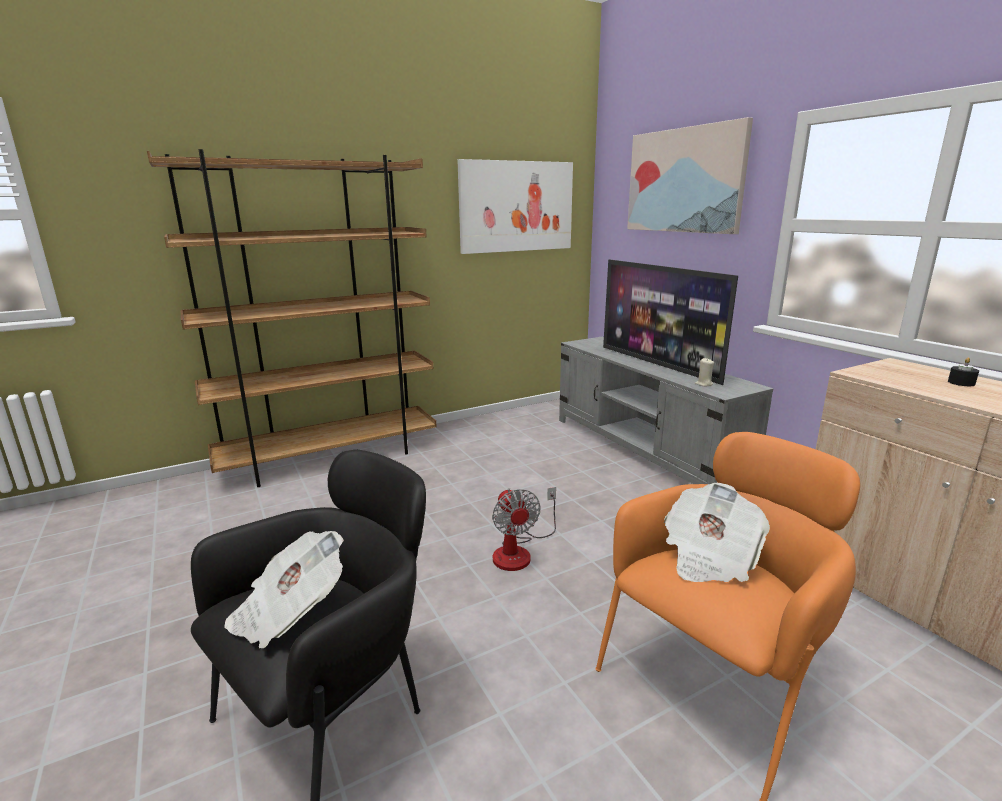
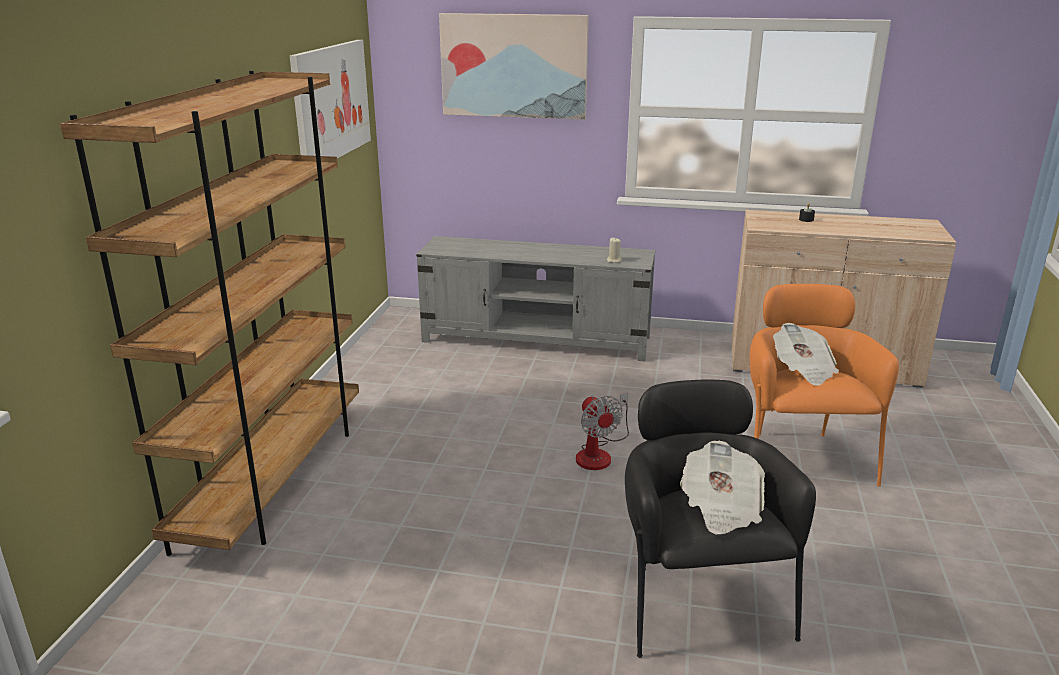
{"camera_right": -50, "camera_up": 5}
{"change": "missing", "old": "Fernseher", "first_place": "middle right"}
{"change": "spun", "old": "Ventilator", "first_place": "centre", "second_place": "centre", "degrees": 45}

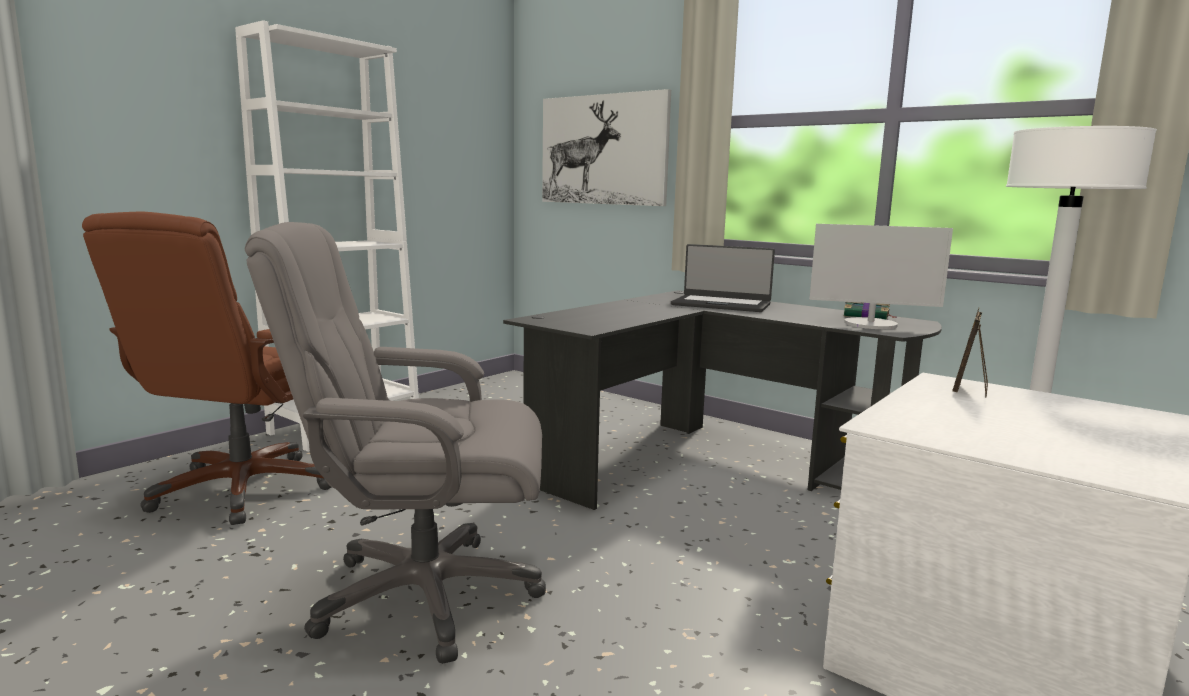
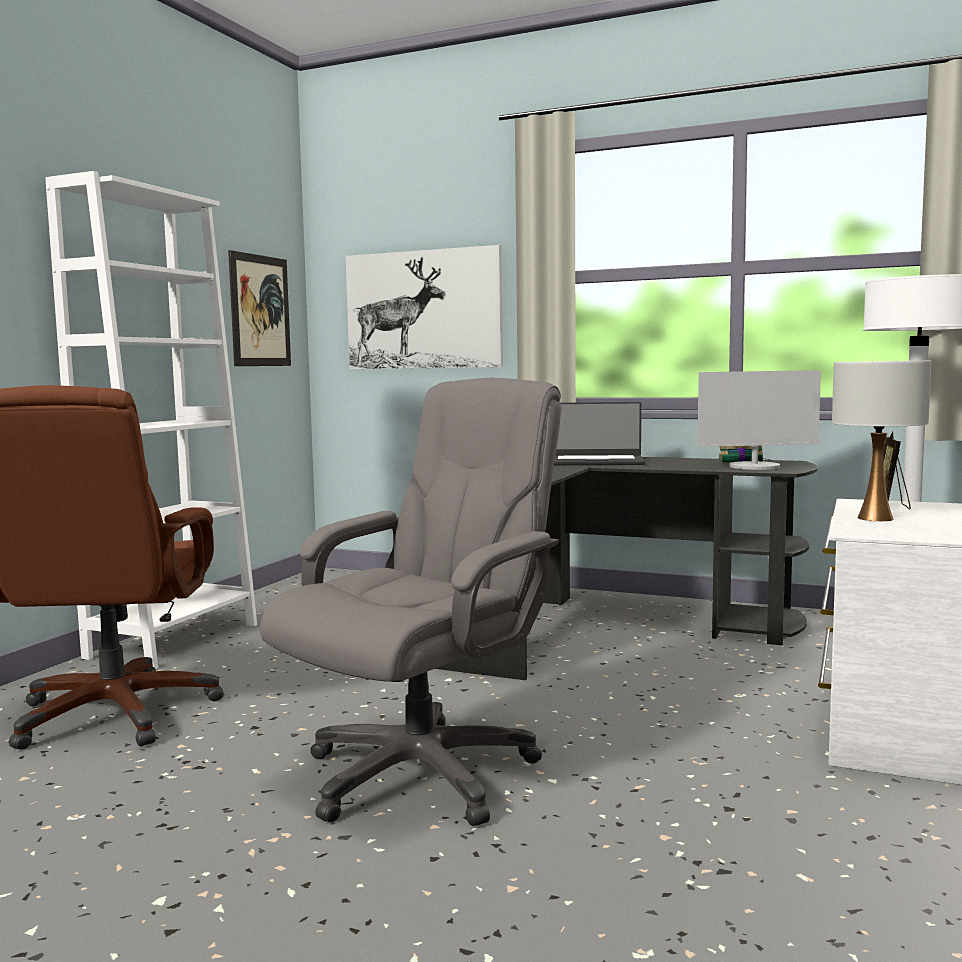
{"camera_right": -15, "camera_up": -5}
{"change": "appeared", "new": "Bild (no. 1 from left)", "second_place": "top left"}
{"change": "appeared", "new": "Tischlampe (weiß)", "second_place": "middle right"}
{"change": "spun", "old": "Bürostuhl (grau)", "first_place": "middle left", "second_place": "centre", "degrees": 150}

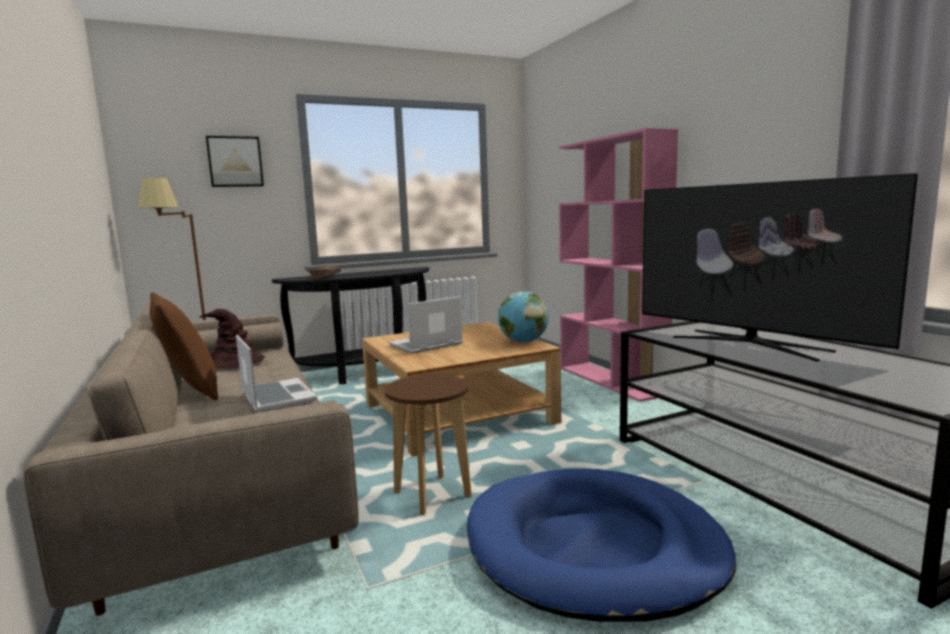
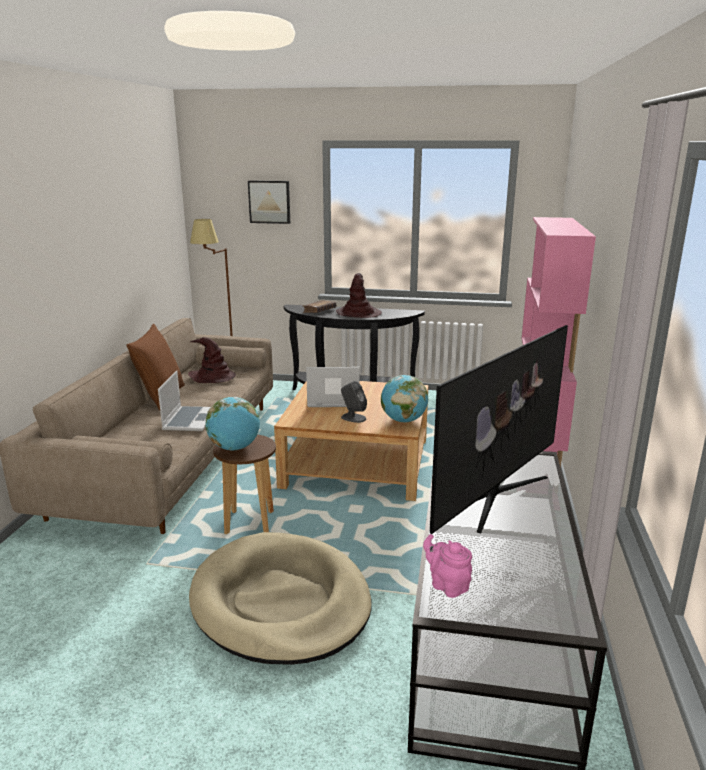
{"camera_right": 35, "camera_up": 10}
{"change": "appeared", "new": "Globus (no. 1 from left)", "second_place": "middle left"}
{"change": "appeared", "new": "Hut (braun) (no. 2 from left)", "second_place": "centre"}
{"change": "appeared", "new": "Lautsprecher (grau)", "second_place": "centre"}
{"change": "appeared", "new": "Teekanne (rosa)", "second_place": "bottom centre"}
{"change": "colour", "old": "Hundebett (blau)", "new": "Hundebett (beige)", "first_place": "bottom centre", "second_place": "bottom centre"}
{"change": "spun", "old": "Fernseher", "first_place": "middle right", "second_place": "middle right", "degrees": -135}

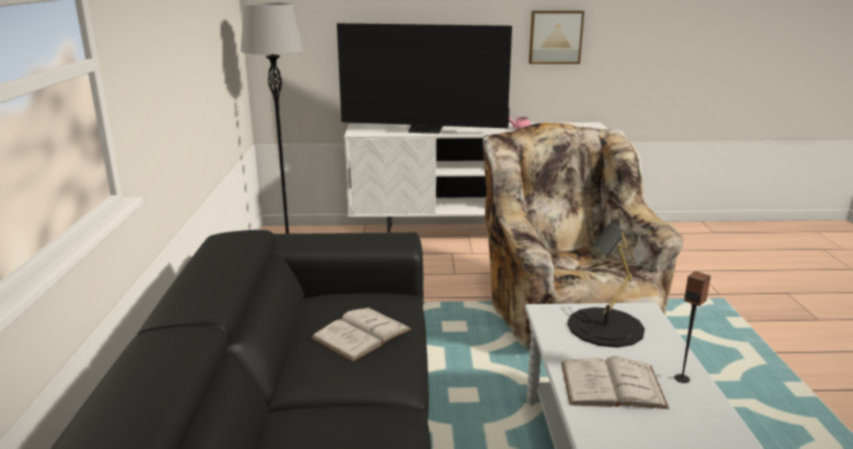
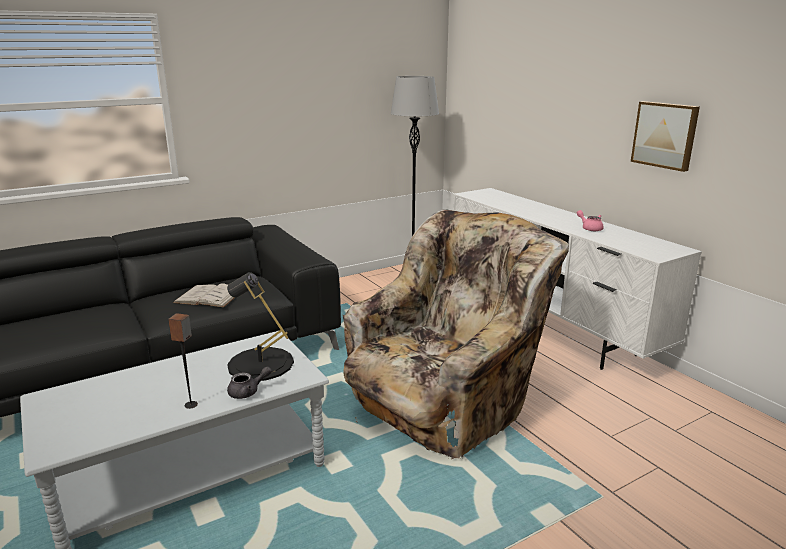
{"camera_right": 60, "camera_up": 0}
{"change": "missing", "old": "Fernseher", "first_place": "top centre"}
{"change": "missing", "old": "Buch (weiß) (no. 2 from left)", "first_place": "bottom right"}
{"change": "appeared", "new": "Teekanne (grau)", "second_place": "bottom left"}

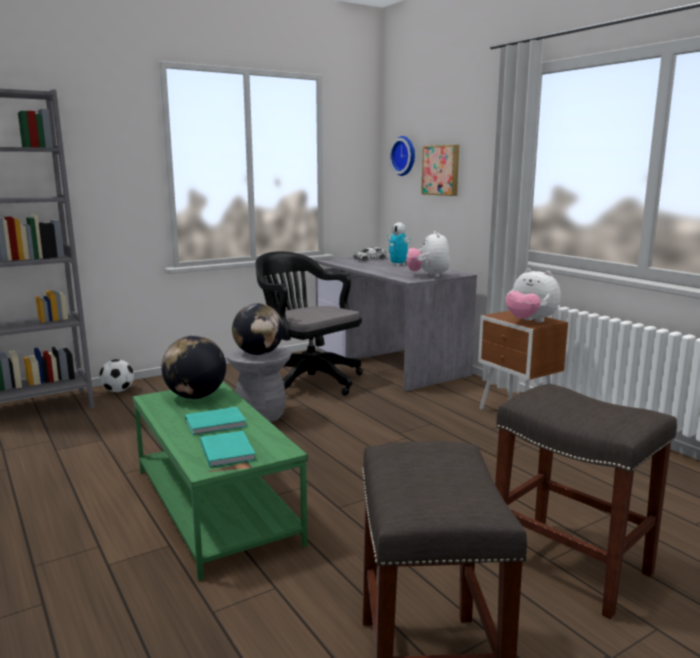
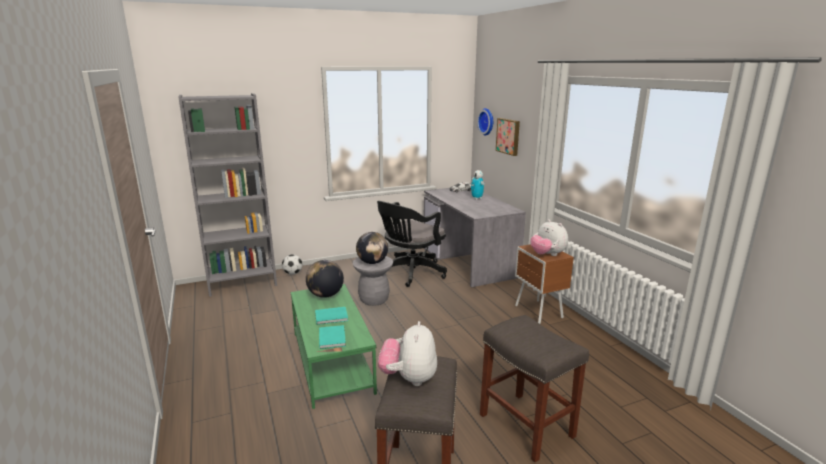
{"camera_right": 10, "camera_up": 5}
{"change": "relocated", "old": "Plüschtier (no. 1 from left)", "first_place": "centre", "second_place": "bottom centre"}
{"change": "spun", "old": "Bürostuhl (schwarz)", "first_place": "centre", "second_place": "centre", "degrees": -105}

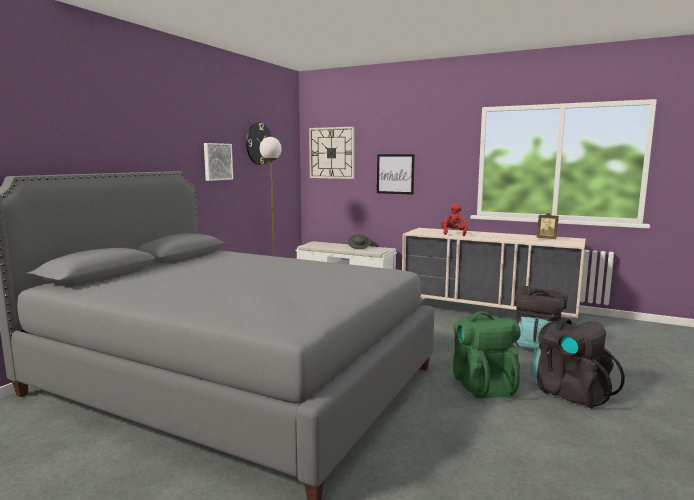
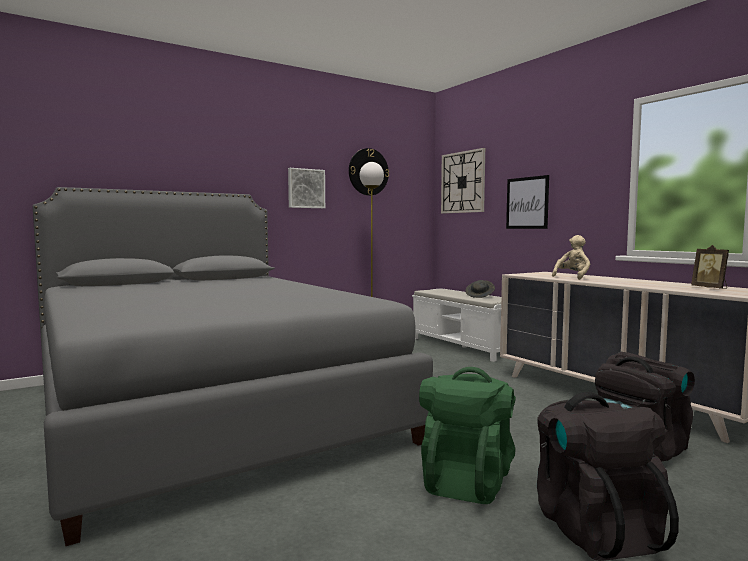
{"camera_right": 30, "camera_up": -5}
{"change": "colour", "old": "Plüschtier (rot)", "new": "Plüschtier (beige)", "first_place": "centre", "second_place": "middle right"}

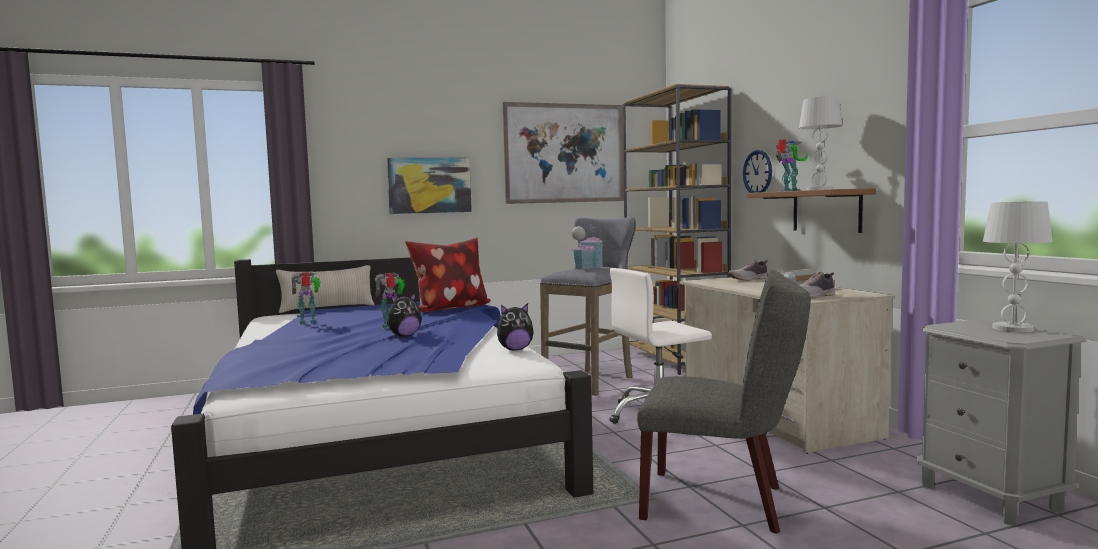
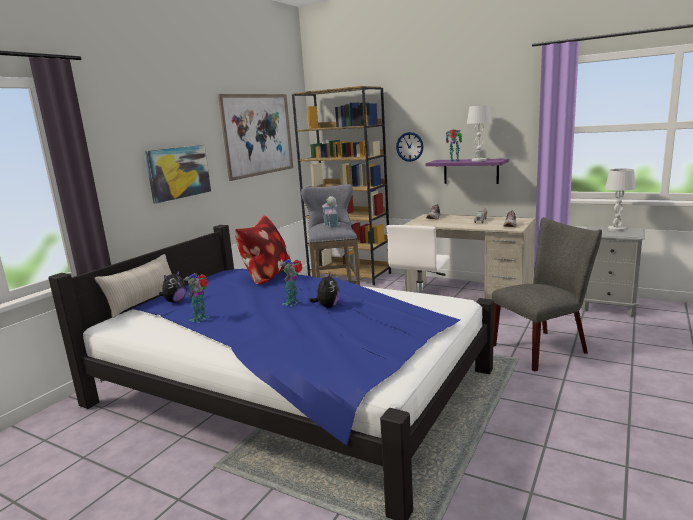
{"camera_right": -40, "camera_up": 10}
{"change": "relocated", "old": "Plüschtier (no. 2 from left in the first image)", "new": "Plüschtier (no. 1 from left)", "first_place": "centre", "second_place": "middle left"}
{"change": "colour", "old": "Wandregal (braun)", "new": "Wandregal (lila)", "first_place": "middle right", "second_place": "top right"}

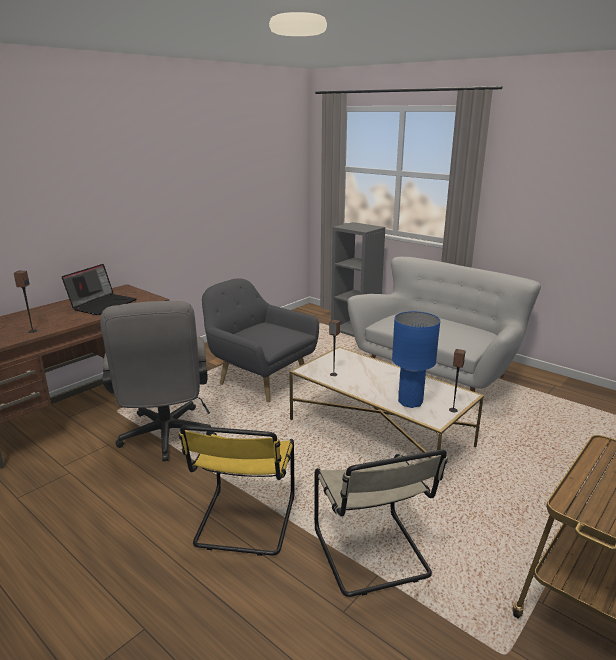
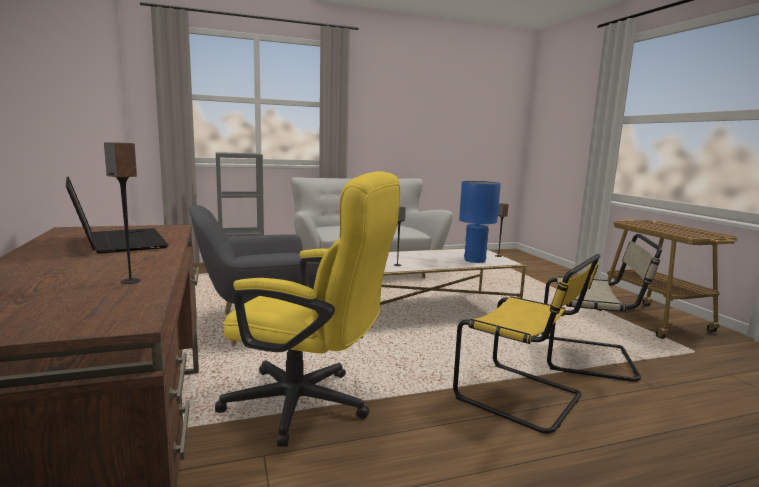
{"camera_right": -60, "camera_up": -10}
{"change": "colour", "old": "Bürostuhl (grau)", "new": "Bürostuhl (gelb)", "first_place": "middle left", "second_place": "centre"}

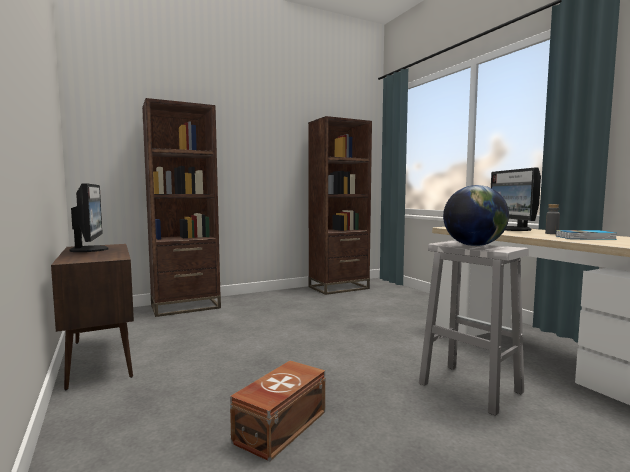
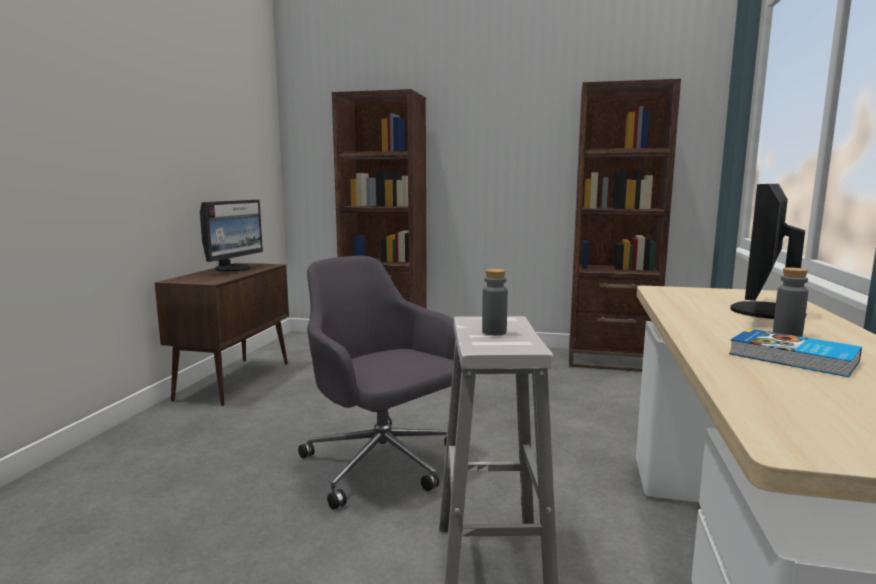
{"camera_right": 40, "camera_up": 5}
{"change": "missing", "old": "Aufbewahrungsbox (braun)", "first_place": "bottom centre"}
{"change": "appeared", "new": "Bürostuhl (grau)", "second_place": "centre"}
{"change": "exchanged", "old": "Globus", "new": "Flasche (grau) (no. 1 from left)", "first_place": "middle right", "second_place": "centre"}

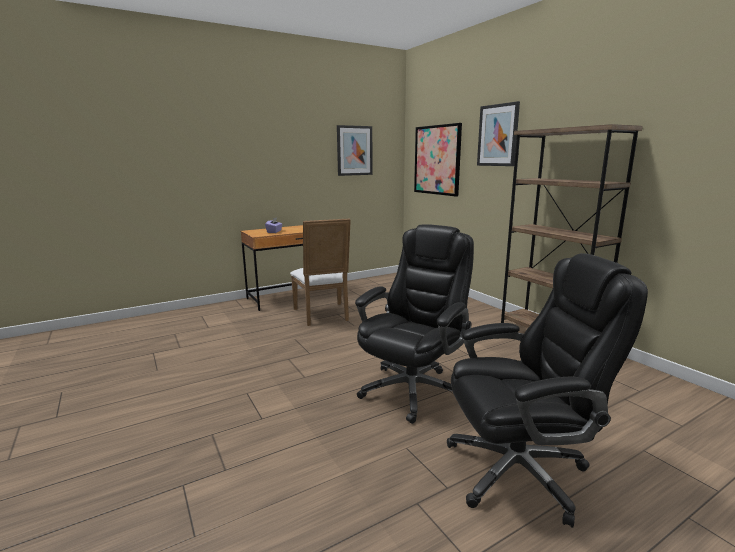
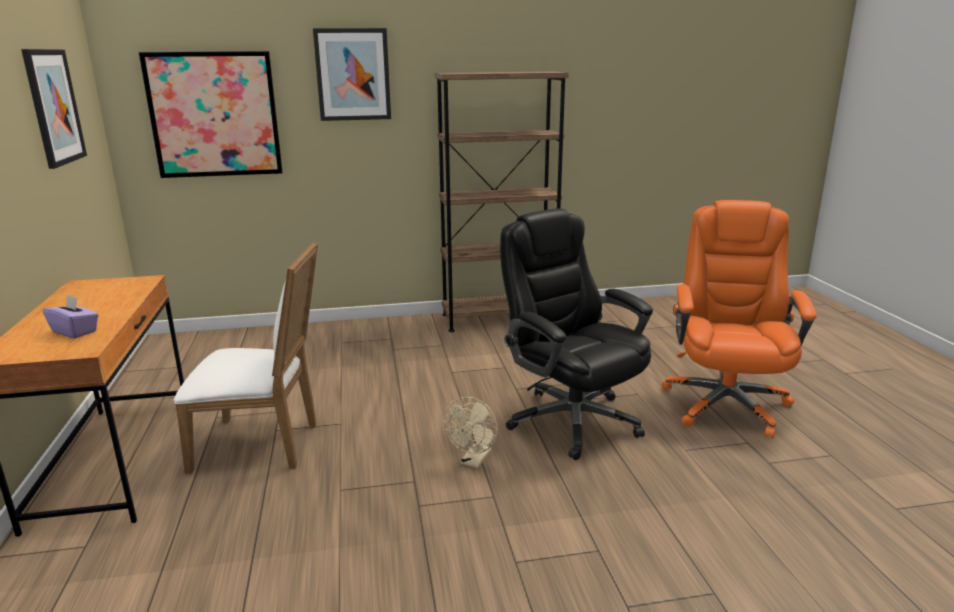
{"camera_right": -70, "camera_up": 5}
{"change": "appeared", "new": "Ventilator (beige)", "second_place": "bottom centre"}
{"change": "colour", "old": "Bürostuhl (schwarz) (no. 2 from left)", "new": "Bürostuhl (orange)", "first_place": "bottom right", "second_place": "middle right"}

